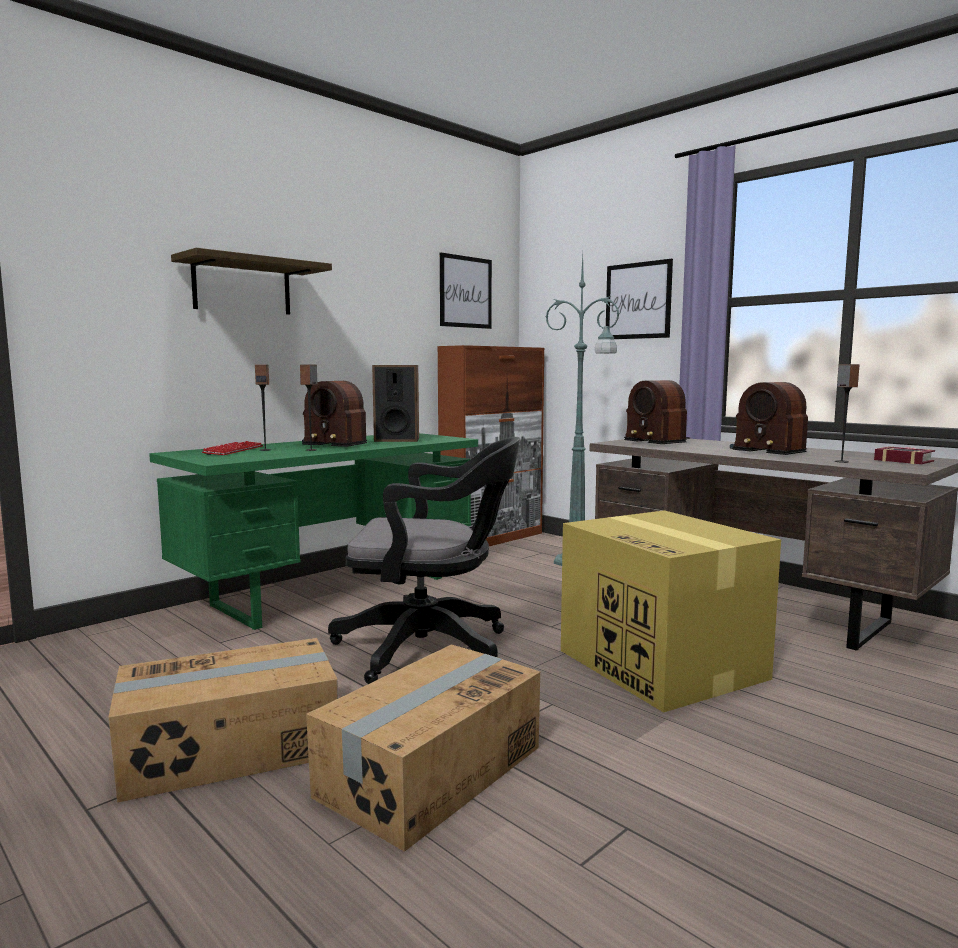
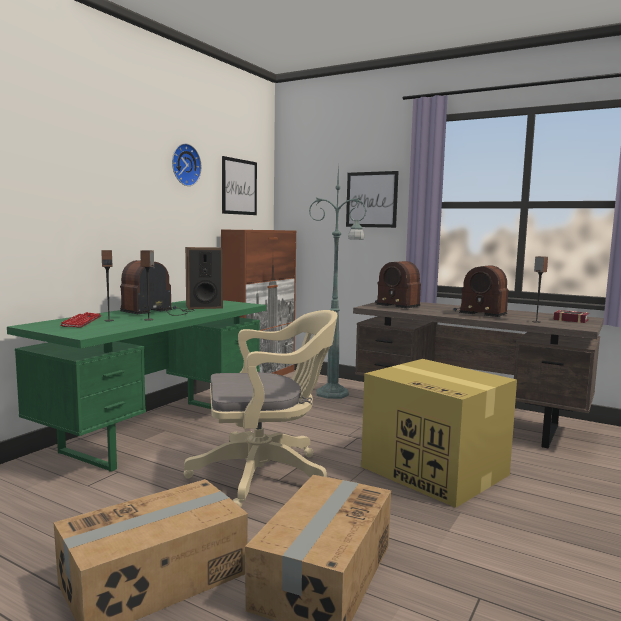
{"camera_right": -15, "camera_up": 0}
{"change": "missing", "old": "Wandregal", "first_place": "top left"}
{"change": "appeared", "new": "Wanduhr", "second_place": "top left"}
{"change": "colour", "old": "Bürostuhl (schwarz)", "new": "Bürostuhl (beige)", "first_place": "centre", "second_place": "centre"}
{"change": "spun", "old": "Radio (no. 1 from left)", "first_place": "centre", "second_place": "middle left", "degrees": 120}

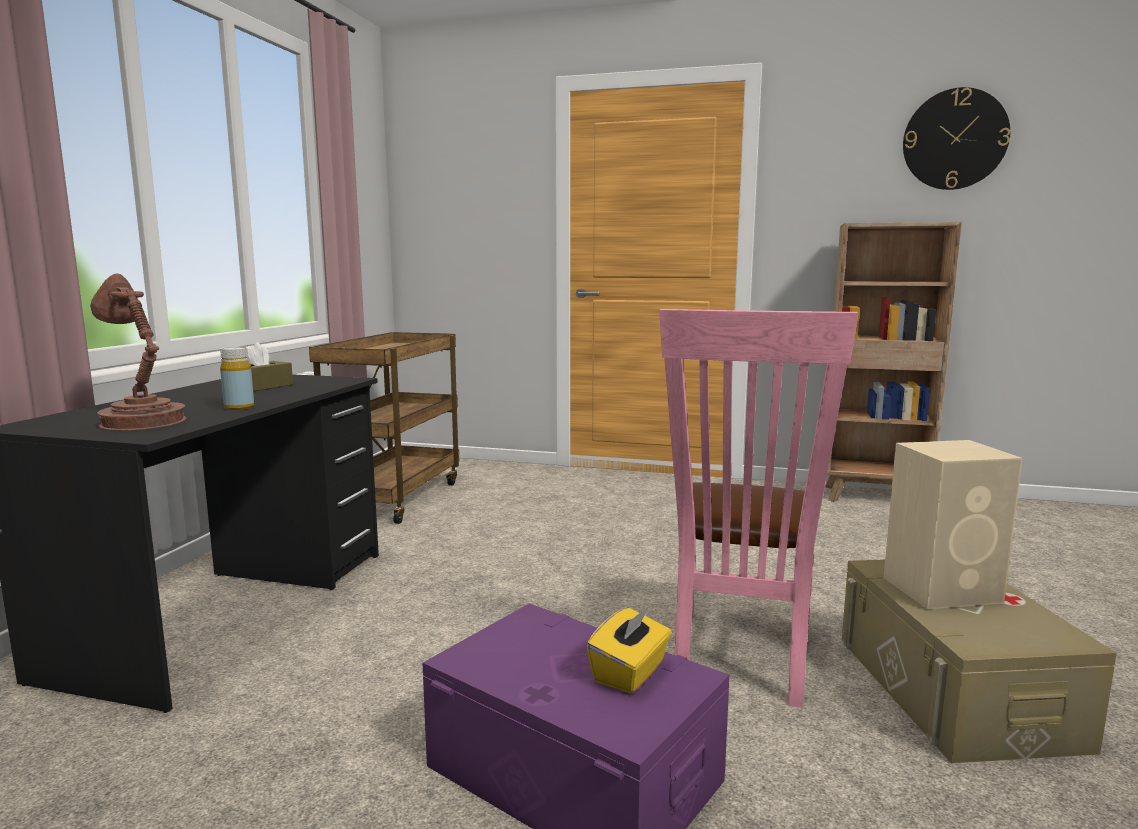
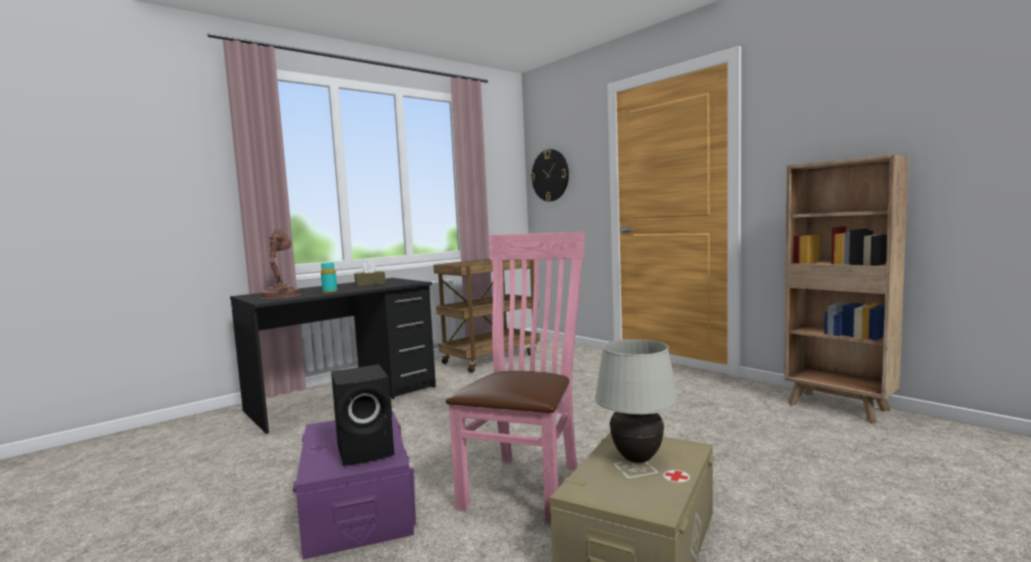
{"camera_right": 35, "camera_up": -5}
{"change": "relocated", "old": "Wanduhr", "first_place": "top right", "second_place": "top centre"}
{"change": "exchanged", "old": "Taschentuchbox (gelb)", "new": "Lautsprecher (schwarz)", "first_place": "bottom centre", "second_place": "bottom centre"}
{"change": "exchanged", "old": "Lautsprecher (beige)", "new": "Tischlampe (weiß)", "first_place": "middle right", "second_place": "bottom centre"}
{"change": "colour", "old": "Flasche (gelb)", "new": "Flasche (türkis)", "first_place": "middle left", "second_place": "middle left"}
{"change": "spun", "old": "Stuhl (rosa)", "first_place": "centre", "second_place": "bottom centre", "degrees": 150}

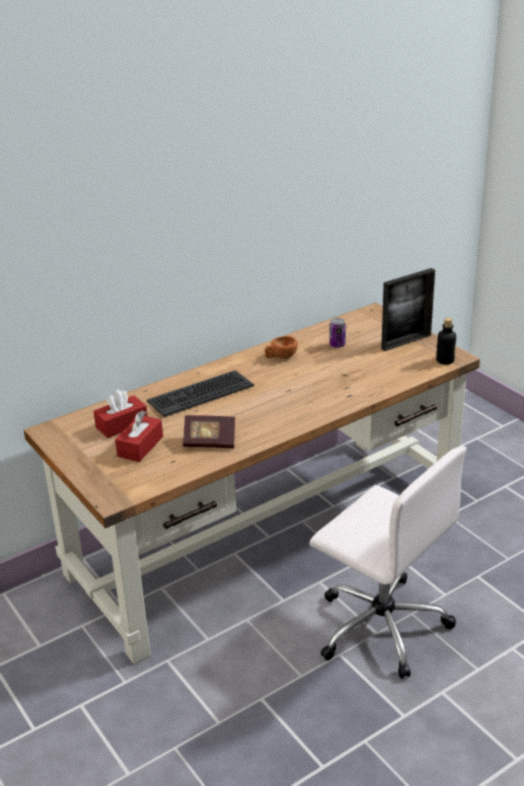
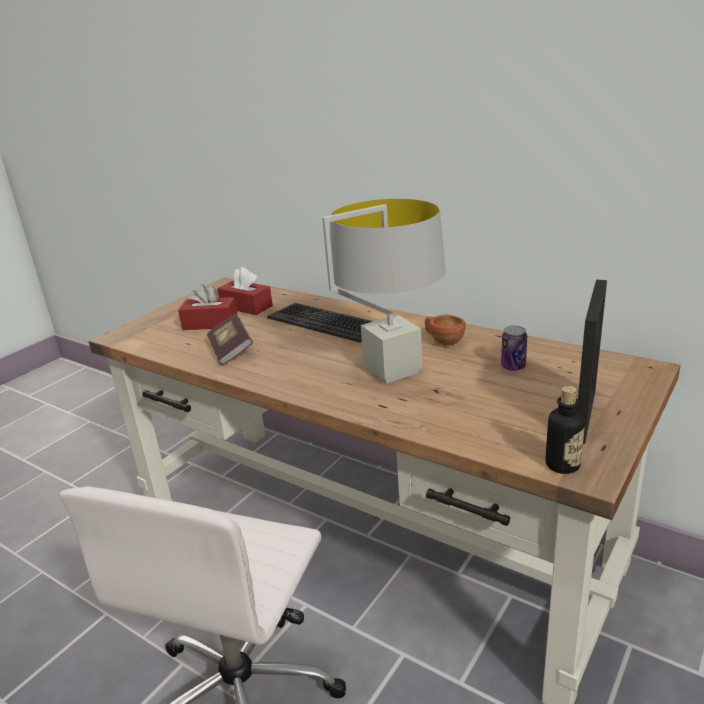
{"camera_right": 70, "camera_up": -5}
{"change": "appeared", "new": "Tischlampe (grau)", "second_place": "centre"}
{"change": "spun", "old": "Bilderrahmen", "first_place": "middle right", "second_place": "middle right", "degrees": -105}

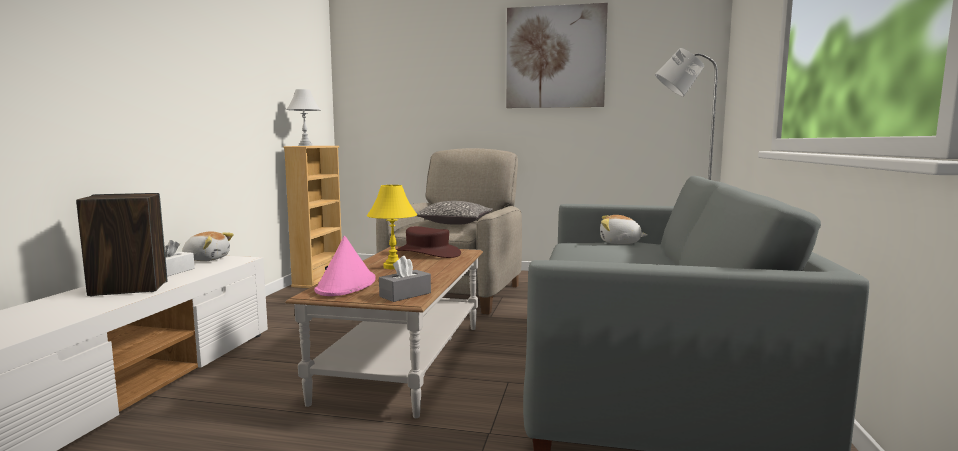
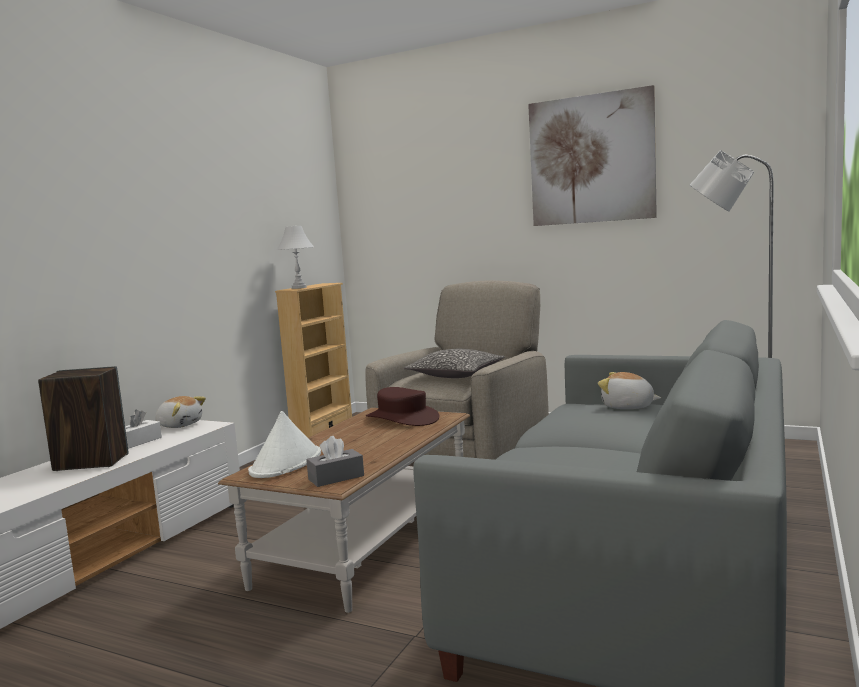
{"camera_right": 15, "camera_up": 0}
{"change": "missing", "old": "Tischlampe (gelb)", "first_place": "centre"}
{"change": "colour", "old": "Hut (rosa)", "new": "Hut (weiß)", "first_place": "centre", "second_place": "middle left"}

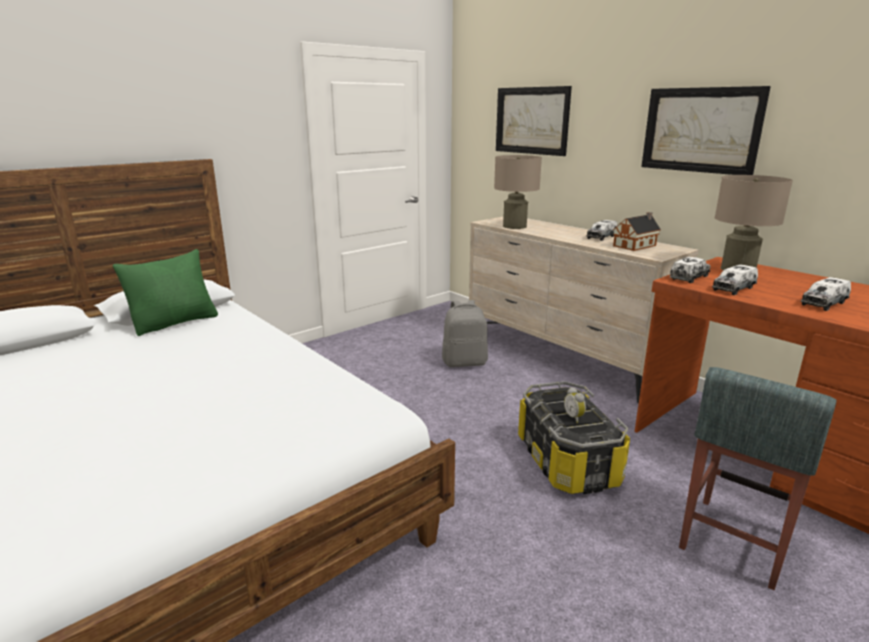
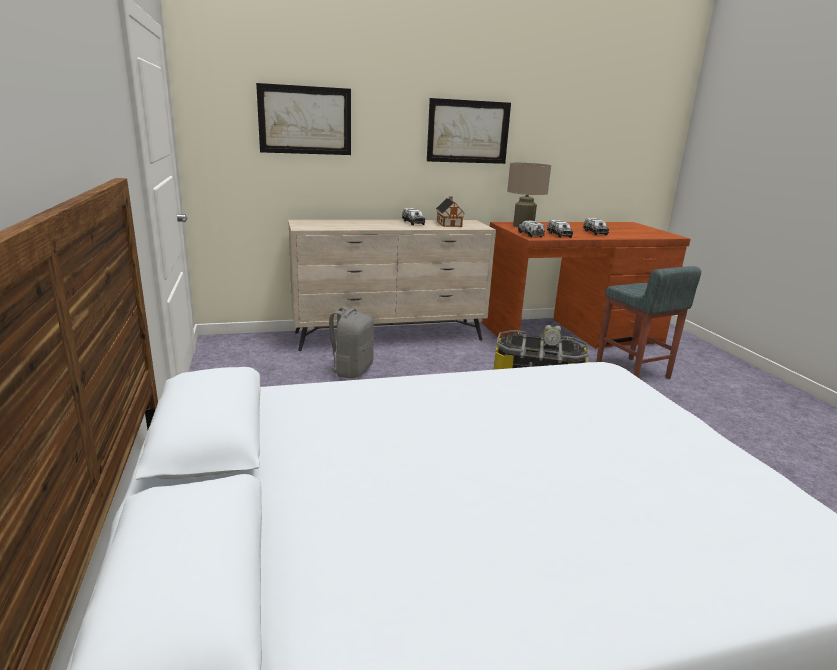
{"camera_right": -65, "camera_up": 0}
{"change": "missing", "old": "Kissen (grün)", "first_place": "middle left"}
{"change": "missing", "old": "Tischlampe (beige) (no. 1 from left)", "first_place": "top centre"}

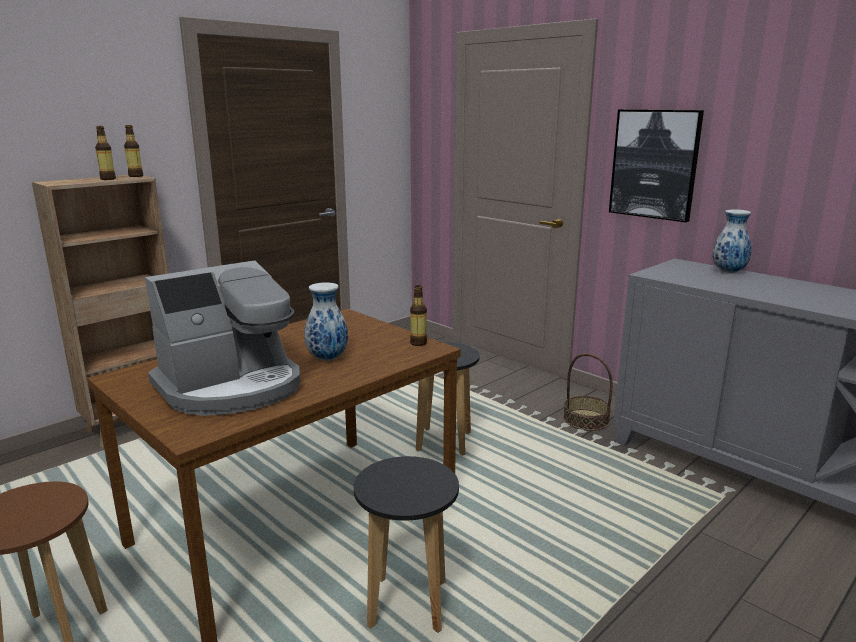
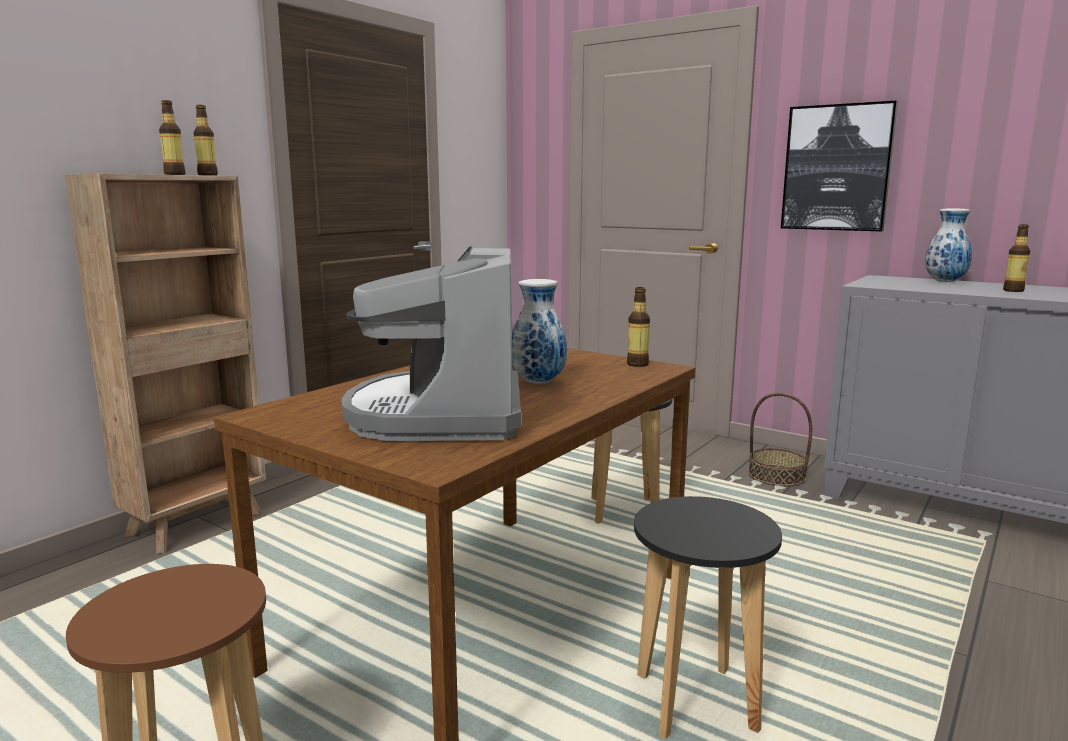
{"camera_right": -10, "camera_up": -5}
{"change": "appeared", "new": "Flasche (no. 4 from left)", "second_place": "middle right"}
{"change": "spun", "old": "Kaffeemaschine", "first_place": "middle left", "second_place": "centre", "degrees": 135}

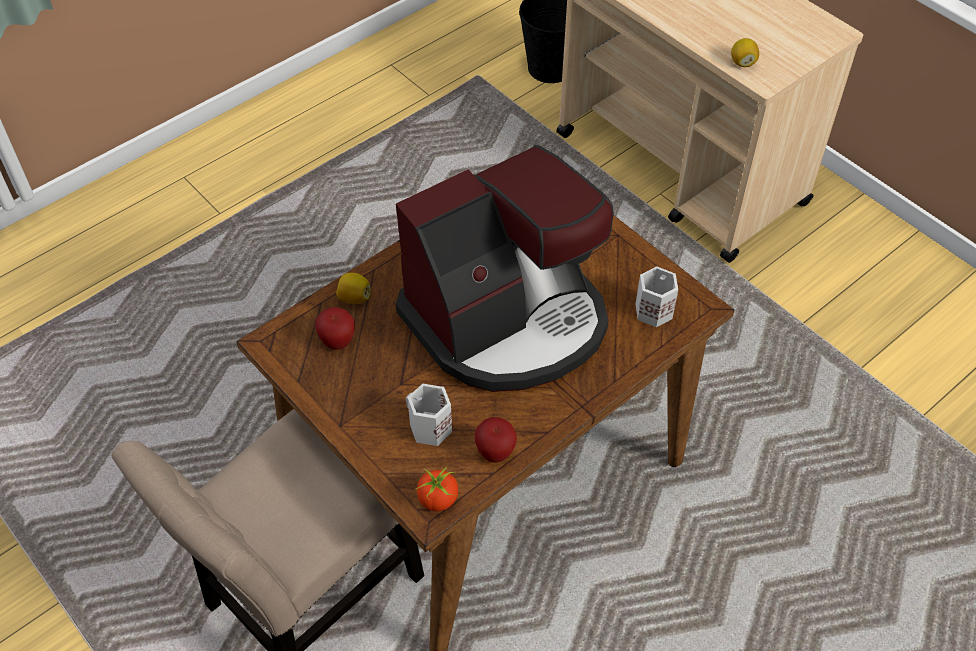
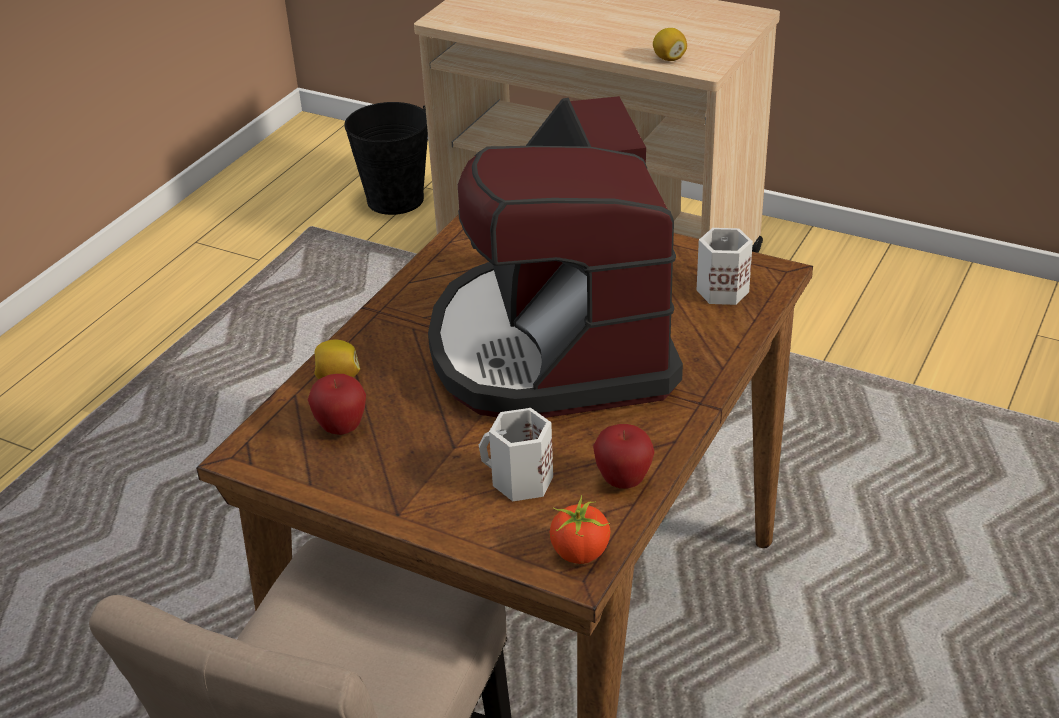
{"camera_right": -20, "camera_up": -15}
{"change": "spun", "old": "Kaffeemaschine", "first_place": "centre", "second_place": "centre", "degrees": 135}

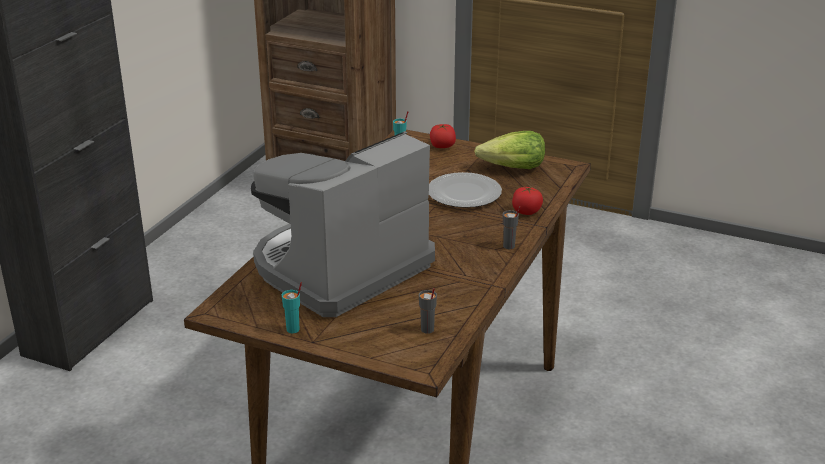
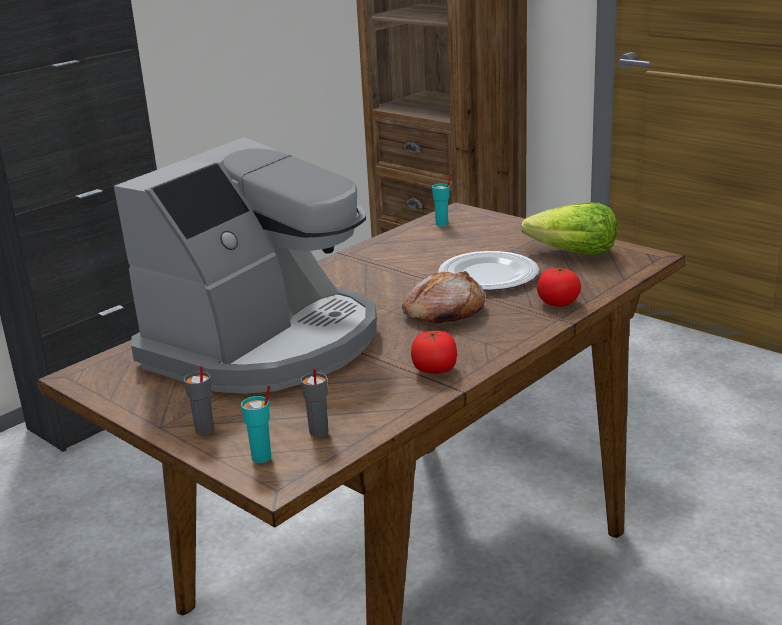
{"camera_right": 20, "camera_up": -5}
{"change": "appeared", "new": "Brot", "second_place": "centre"}
{"change": "relocated", "old": "Tasse (türkis) (no. 1 from left)", "first_place": "centre", "second_place": "bottom left"}
{"change": "relocated", "old": "Tomate (no. 1 from left)", "first_place": "top centre", "second_place": "centre"}
{"change": "relocated", "old": "Tasse (grau) (no. 2 from left in the first image)", "new": "Tasse (grau) (no. 1 from left)", "first_place": "centre", "second_place": "middle left"}
{"change": "spun", "old": "Kaffeemaschine", "first_place": "centre", "second_place": "middle left", "degrees": 150}

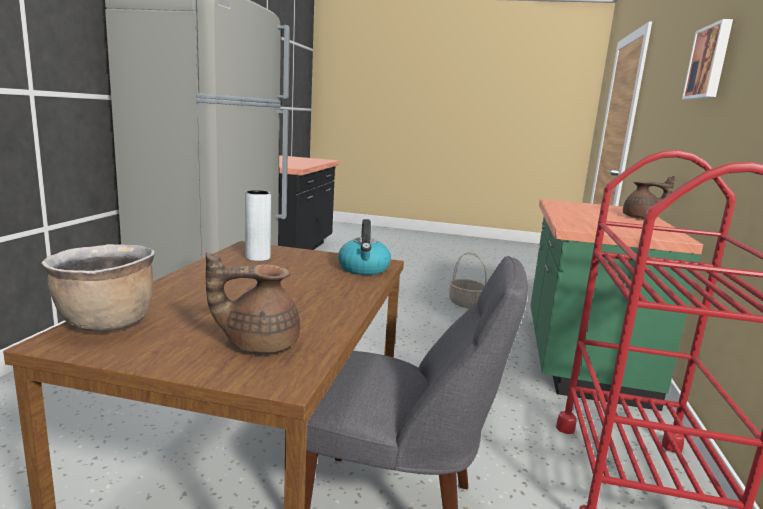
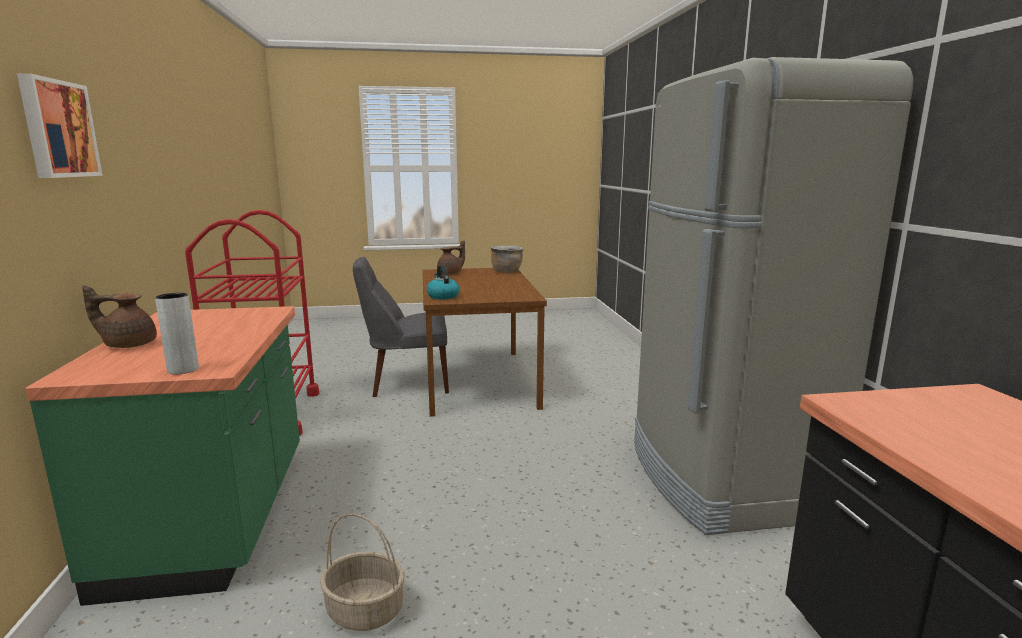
{"camera_right": 160, "camera_up": 0}
{"change": "relocated", "old": "Vase (grau)", "first_place": "centre", "second_place": "middle left"}

